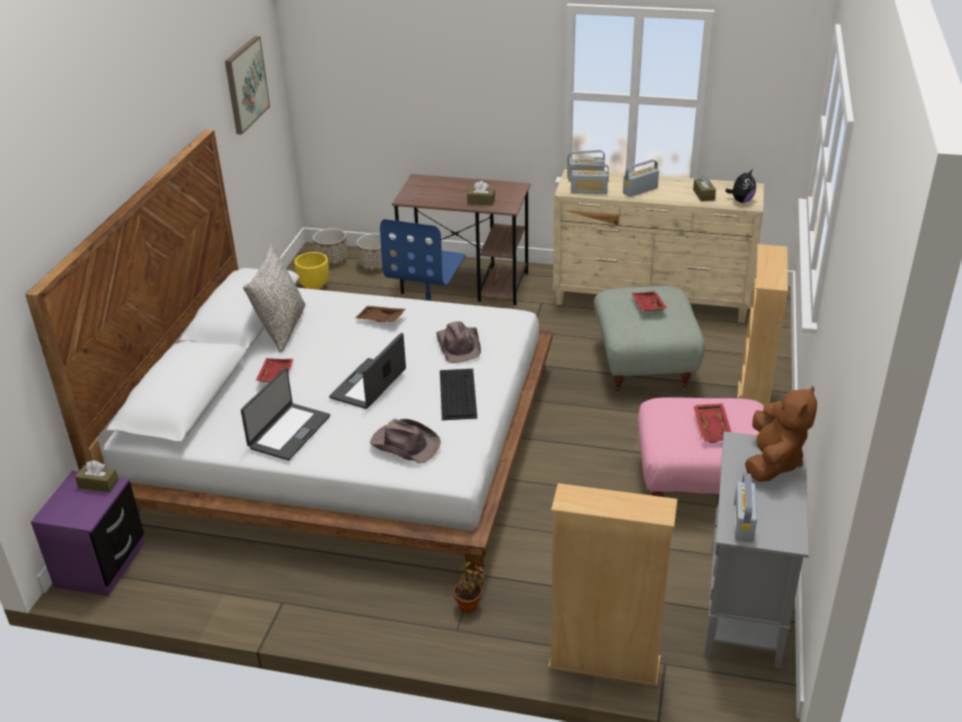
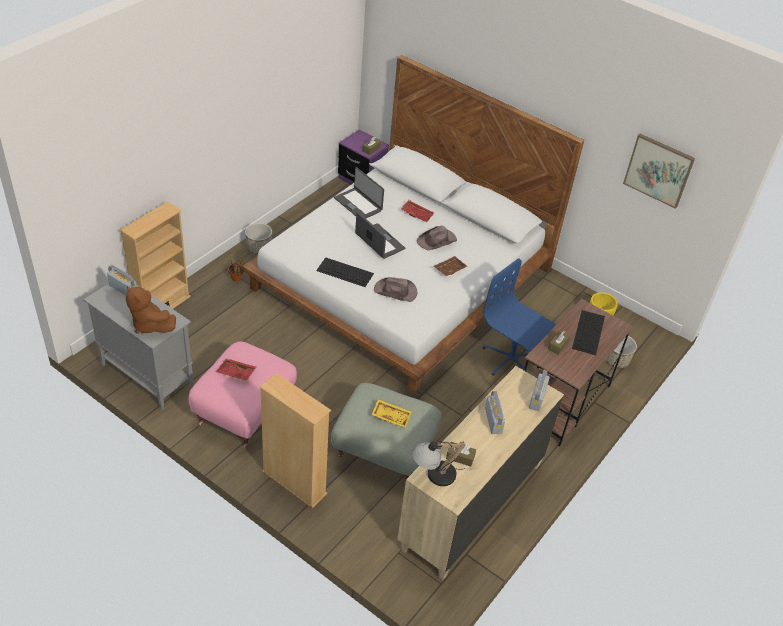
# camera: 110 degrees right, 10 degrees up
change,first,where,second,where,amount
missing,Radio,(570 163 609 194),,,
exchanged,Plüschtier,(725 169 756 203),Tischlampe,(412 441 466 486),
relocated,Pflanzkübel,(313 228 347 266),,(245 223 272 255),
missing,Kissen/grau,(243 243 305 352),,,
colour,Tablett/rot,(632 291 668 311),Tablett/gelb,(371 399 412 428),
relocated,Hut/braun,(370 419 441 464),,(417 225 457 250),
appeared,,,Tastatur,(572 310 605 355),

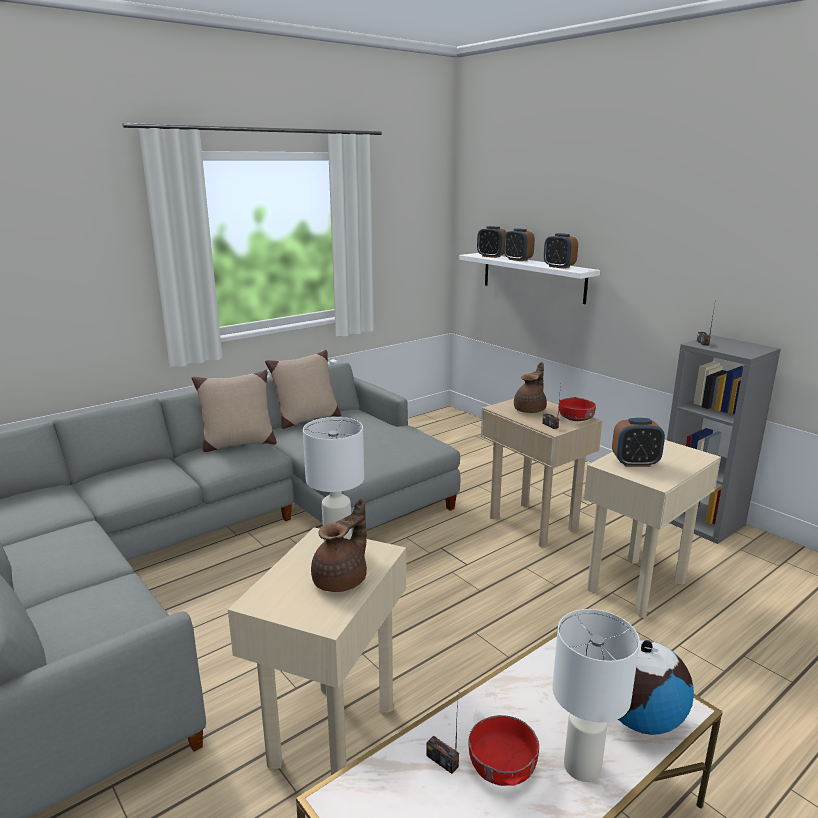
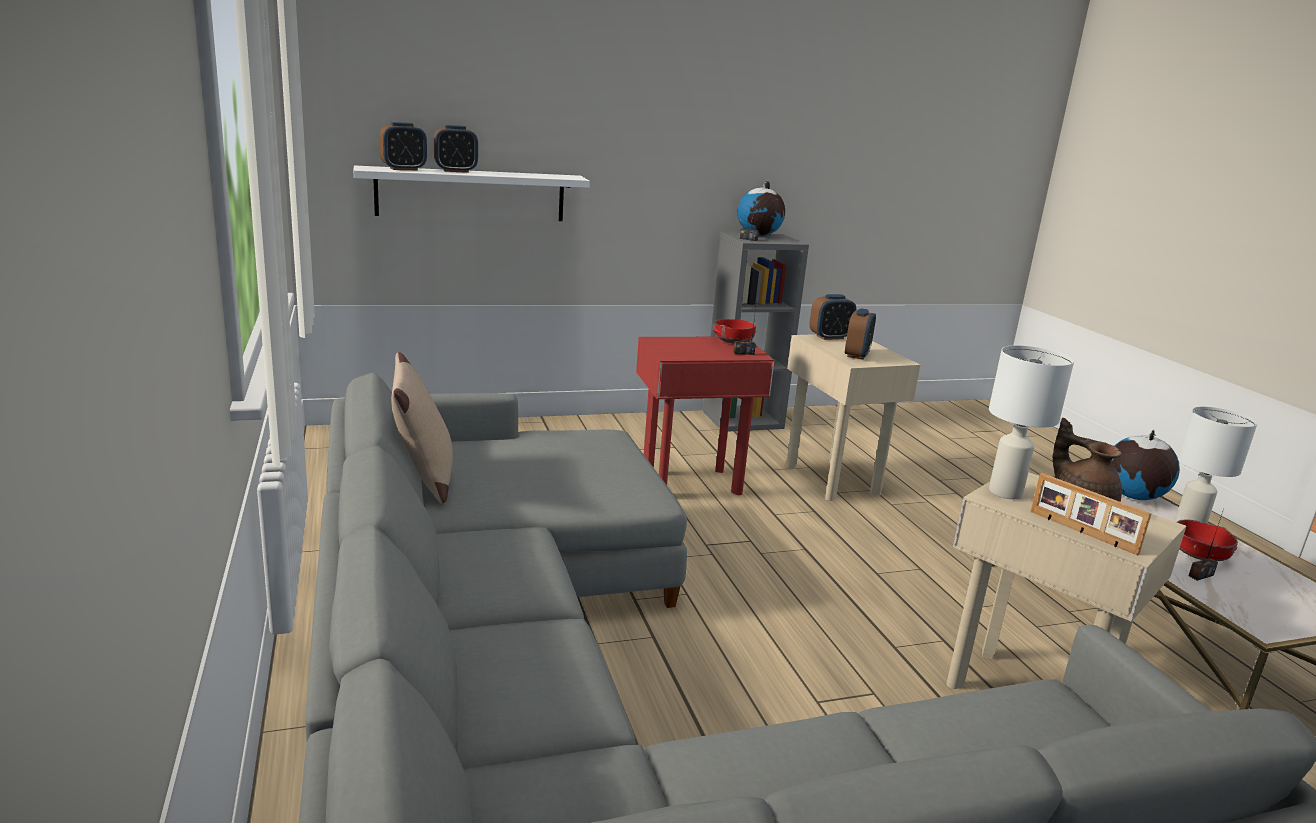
# camera: 70 degrees left, 0 degrees up
change,first,where,second,where,amount
relocated,Wecker,(544 233 578 269),,(809 294 857 340),
missing,Teekanne/braun,(514 362 547 413),,,
missing,Kissen/beige,(192 370 277 452),,,
colour,Beistelltisch/beige,(481 399 602 547),Beistelltisch/rot,(636 337 775 495),
appeared,,,Globus,(738 181 785 236),
appeared,,,Bilderrahmen,(1030 473 1151 555),

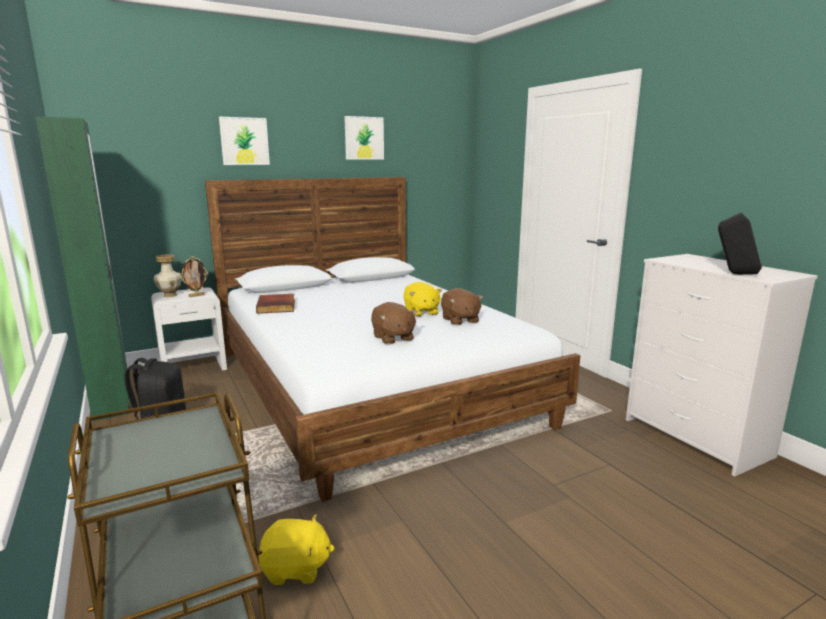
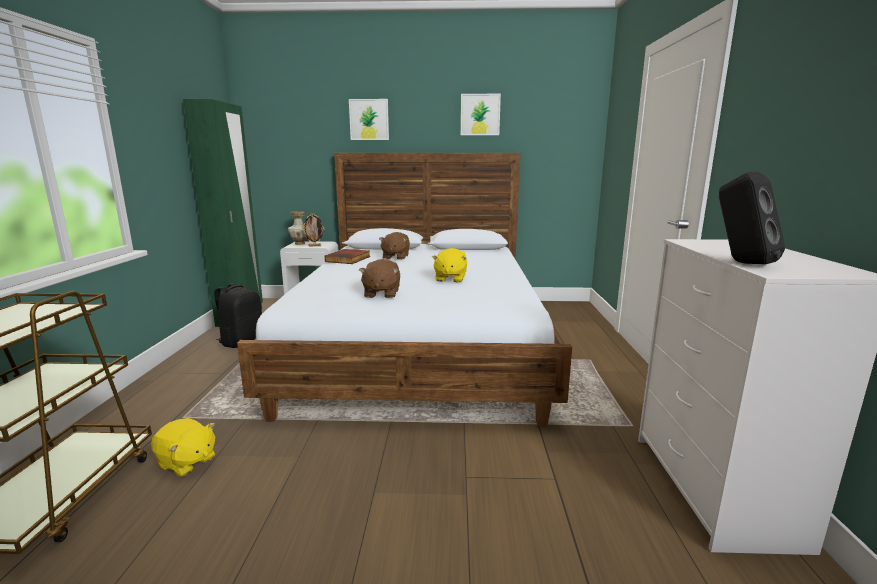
# camera: 30 degrees right, 0 degrees up
change,first,where,second,where,amount
relocated,Plüschtier/braun,(441 288 483 325),,(379 232 410 260),

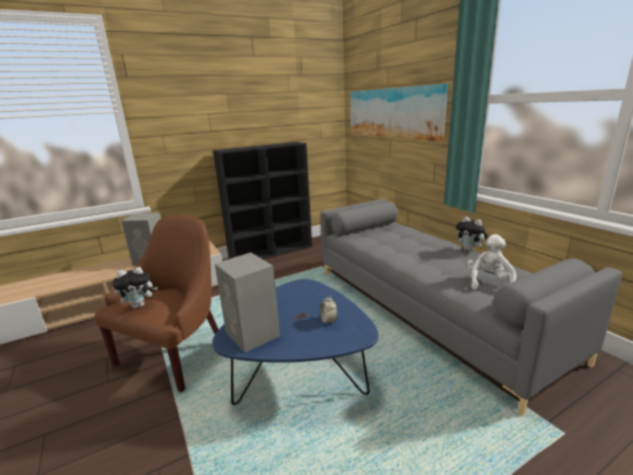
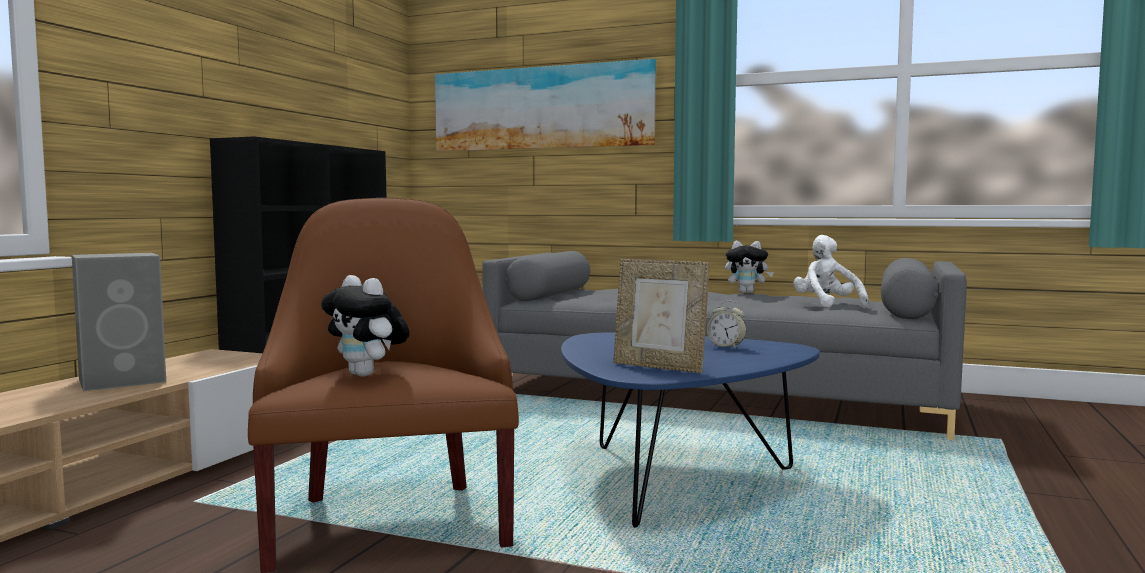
# camera: 40 degrees left, 15 degrees down
change,first,where,second,where,amount
exchanged,Lautsprecher/grau,(215 253 280 353),Bilderrahmen,(613 259 710 373),
spun,Plüschtier,(112 267 158 308),,(321 275 410 377),105 degrees clockwise

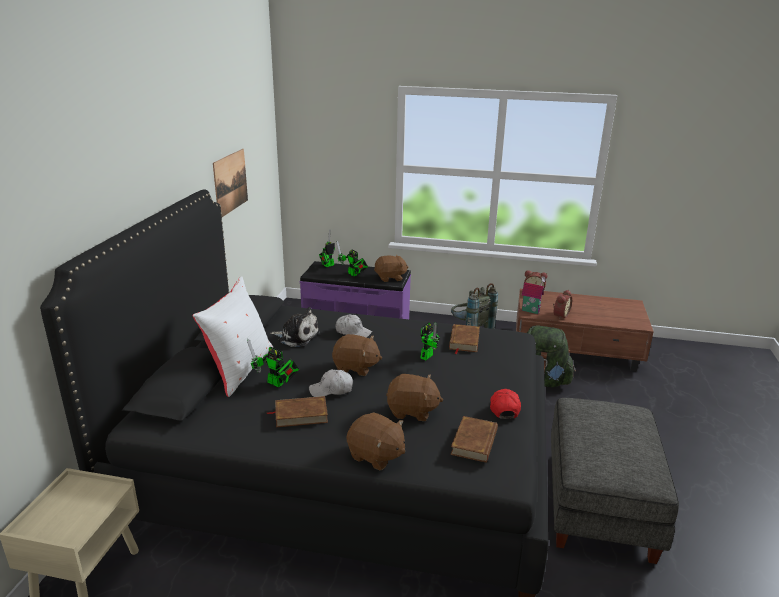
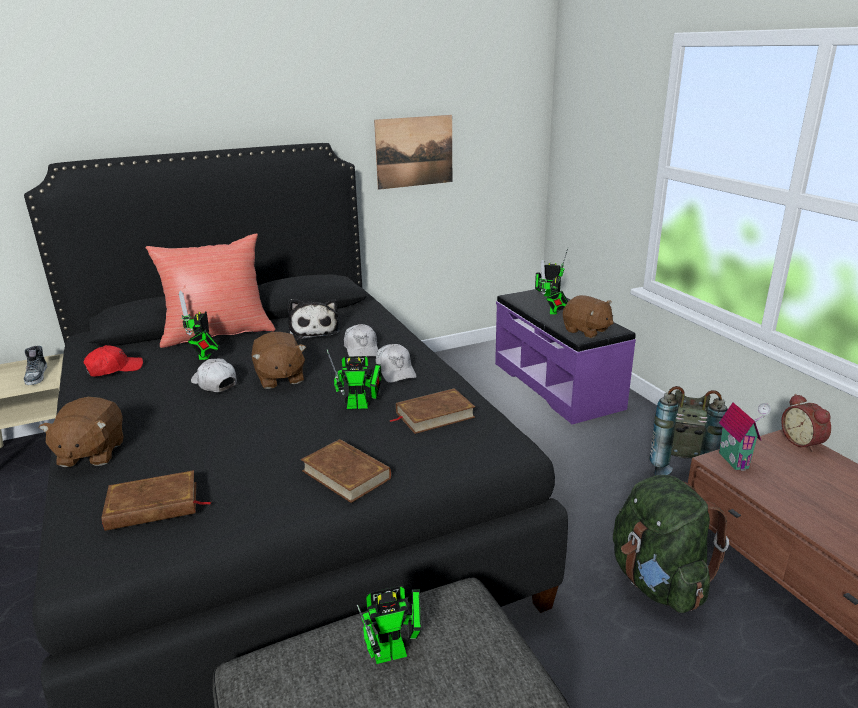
# camera: 55 degrees right, 0 degrees up
change,first,where,second,where,amount
colour,Kissen/weiß,(192 276 274 397),Kissen/rot,(145 233 275 348),
missing,Wecker,(553 290 572 320),,,
missing,Plüschtier/braun,(386 374 443 421),,,
relocated,Kappe/rot,(490 389 521 419),,(83 345 143 377),
relocated,Buch/braun,(267 396 328 427),,(301 439 391 503),
appeared,,,Kappe/weiß,(376 344 417 383),
appeared,,,Schuh,(24 346 47 385),
appeared,,,Spielzeugroboter,(357 586 422 664),

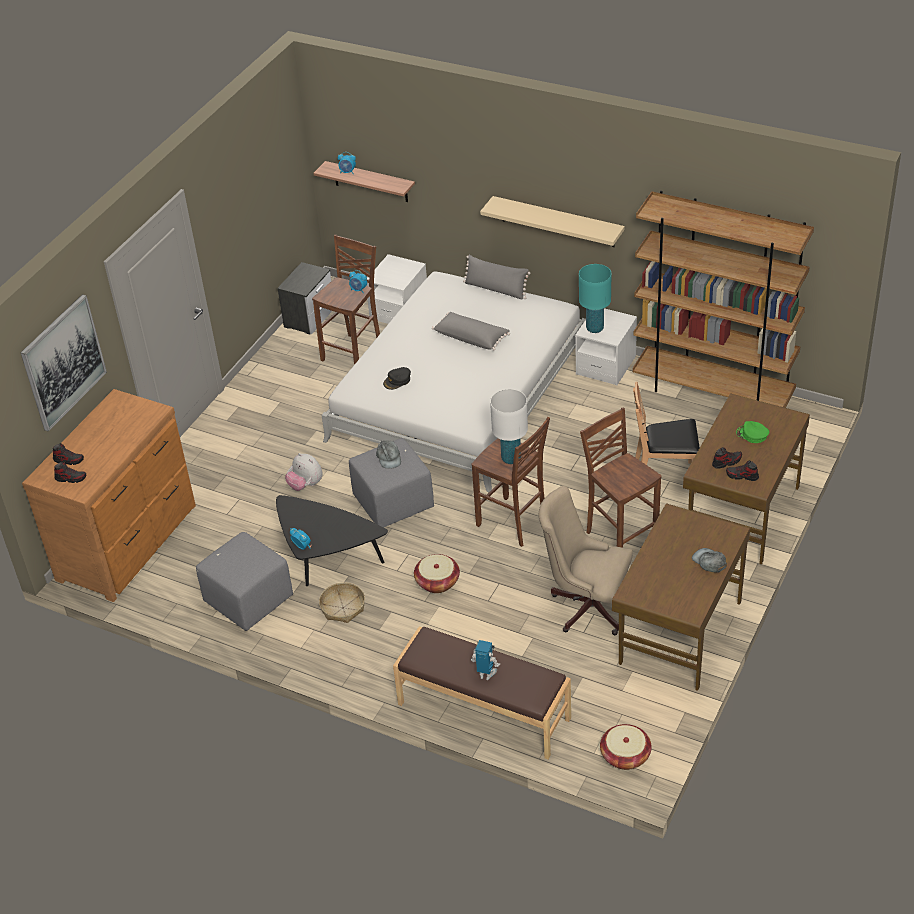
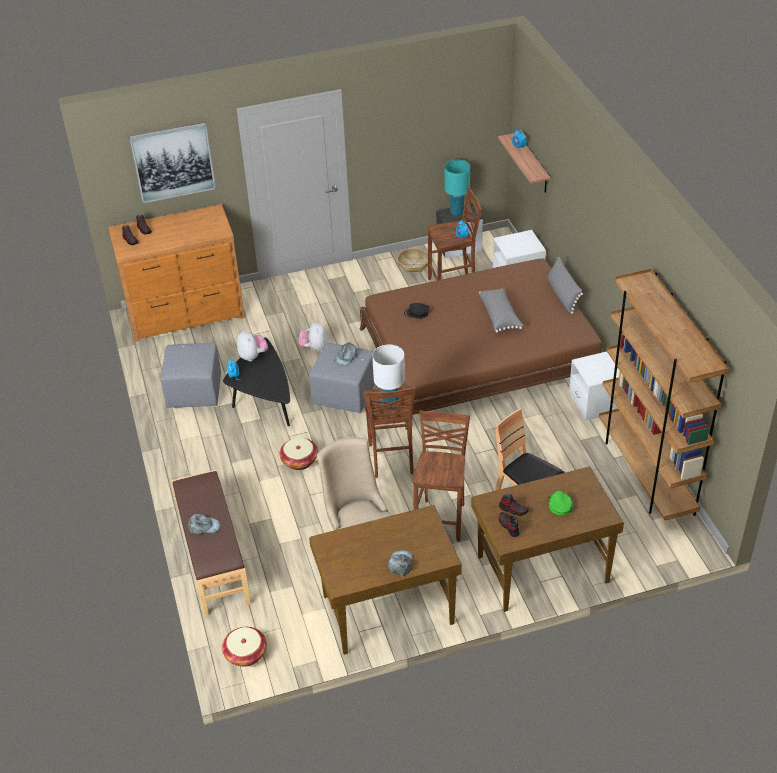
# camera: 45 degrees right, 0 degrees up
change,first,where,second,where,amount
missing,Wandregal/beige,(480 196 625 247),,,
relocated,Tischlampe/türkis,(579 264 612 333),,(444 160 470 216),
colour,Bett/weiß,(322 271 586 492),Bett/braun,(360 258 602 430),
relocated,Korb,(319 582 365 623),,(398 248 428 273),
exchanged,Spielzeugroboter,(471 640 500 680),Kappe/grau,(188 514 220 534),
appeared,,,Plüschtier,(237 331 268 361),

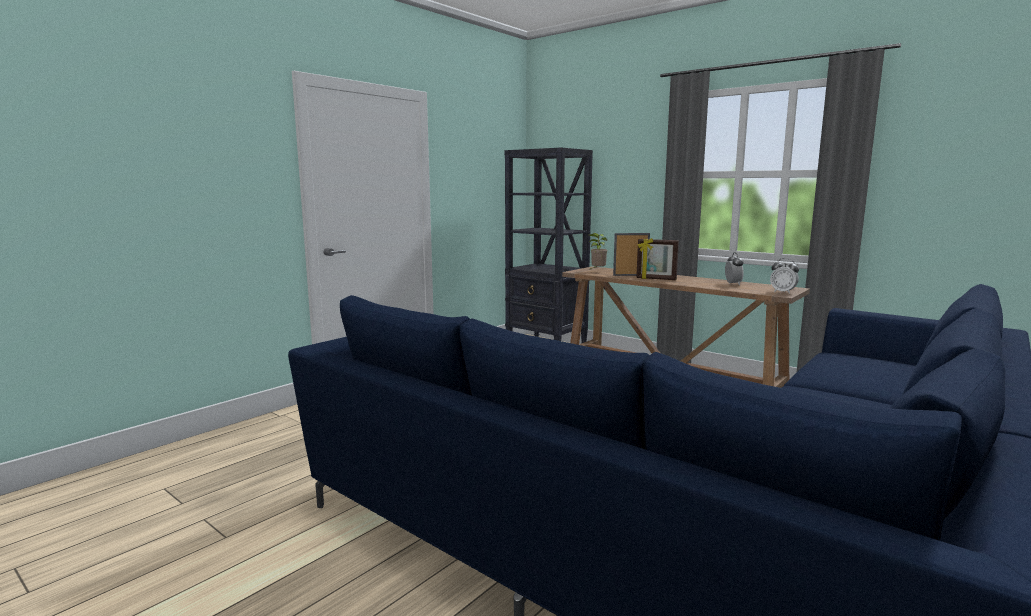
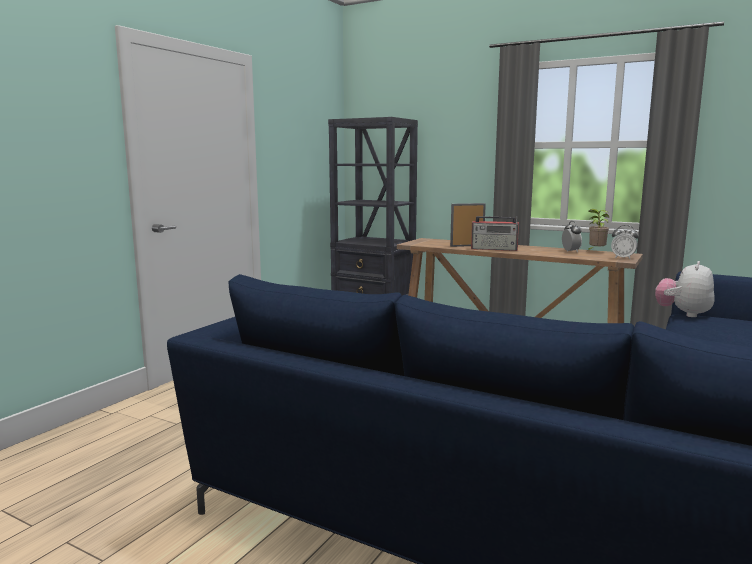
# camera: 10 degrees left, 0 degrees up
change,first,where,second,where,amount
relocated,Topfpflanze,(588 233 607 270),,(587 209 609 251),
exchanged,Bilderrahmen,(636 238 679 280),Radio,(471 216 519 251),
appeared,,,Plüschtier,(655 261 715 317),

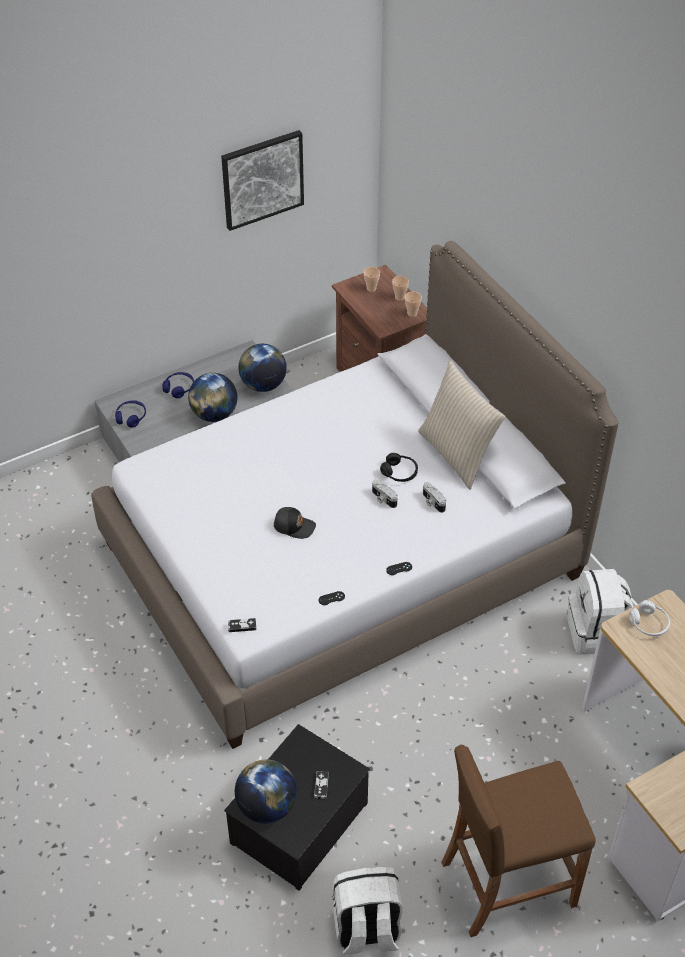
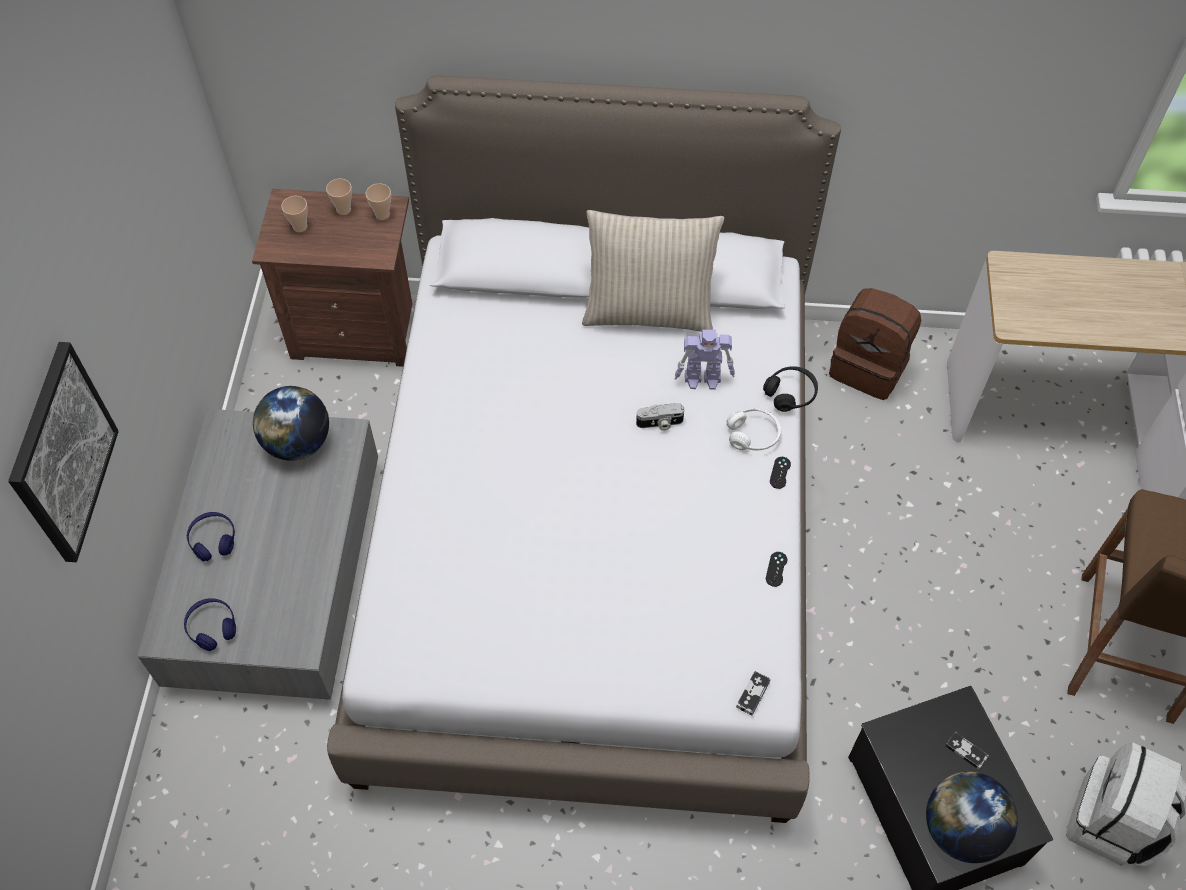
# camera: 55 degrees left, 10 degrees up
change,first,where,second,where,amount
relocated,Bild,(221 130 304 231),,(8 342 119 562),
missing,Globus,(188 373 237 422),,,
relocated,Kopfhörer/schwarz,(380 453 418 482),,(763 366 818 412),
exchanged,Kamera,(423 482 446 513),Spielzeugroboter,(675 329 735 390),
missing,Kappe/schwarz,(274 507 316 539),,,
colour,Rucksack/weiß,(567 569 634 655),Rucksack/braun,(829 288 921 400),
relocated,Kopfhörer/weiß,(629 600 670 636),,(727 408 781 450),

